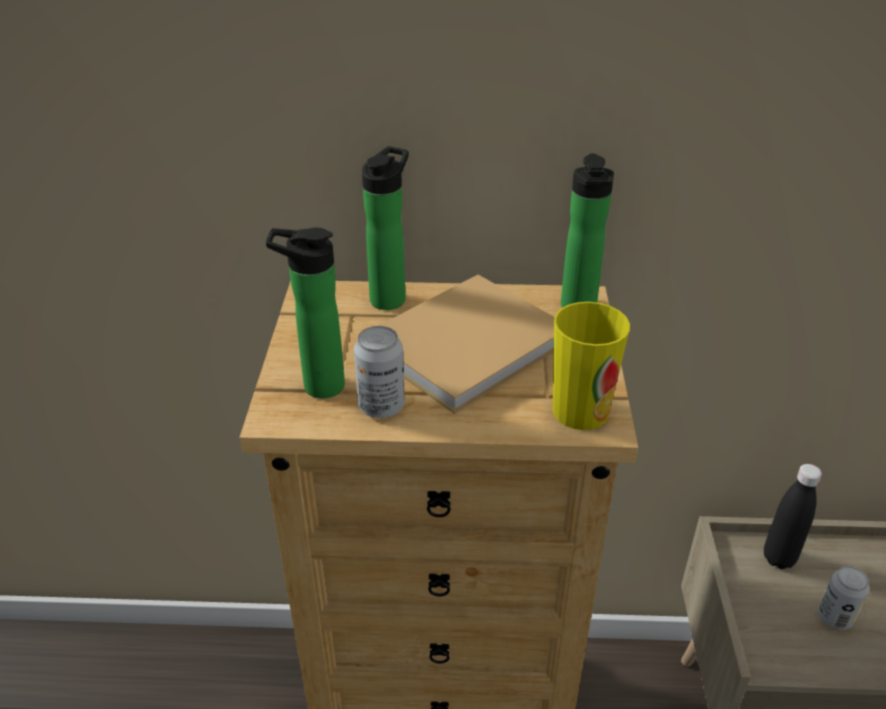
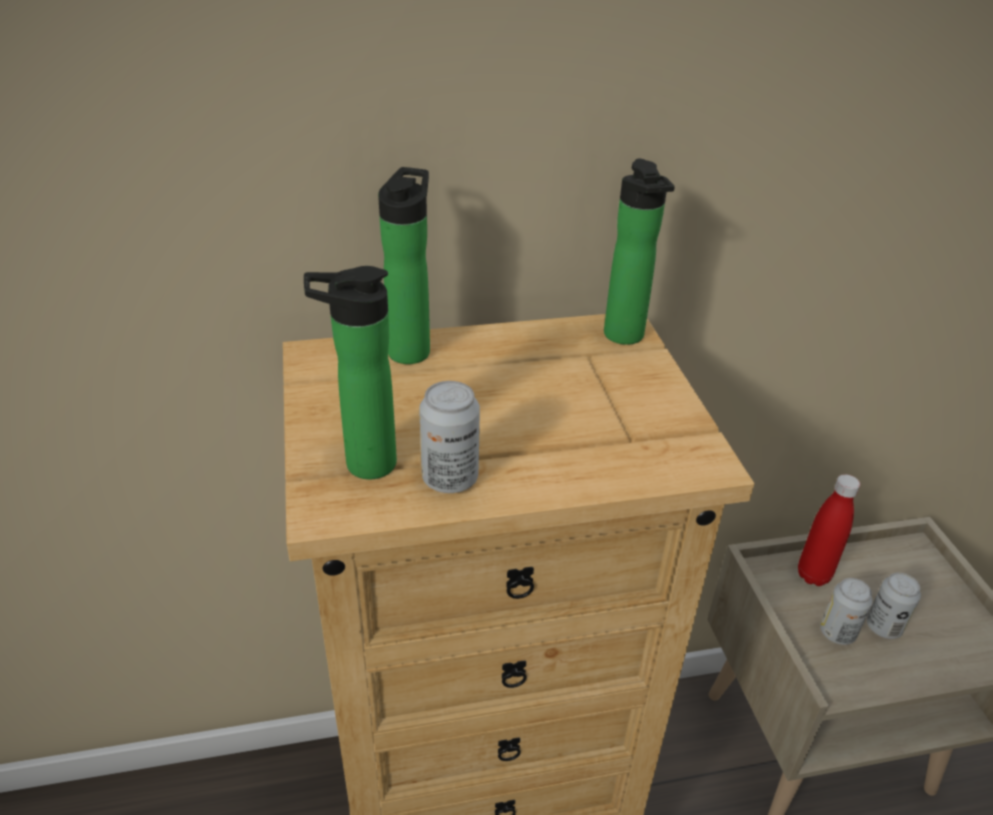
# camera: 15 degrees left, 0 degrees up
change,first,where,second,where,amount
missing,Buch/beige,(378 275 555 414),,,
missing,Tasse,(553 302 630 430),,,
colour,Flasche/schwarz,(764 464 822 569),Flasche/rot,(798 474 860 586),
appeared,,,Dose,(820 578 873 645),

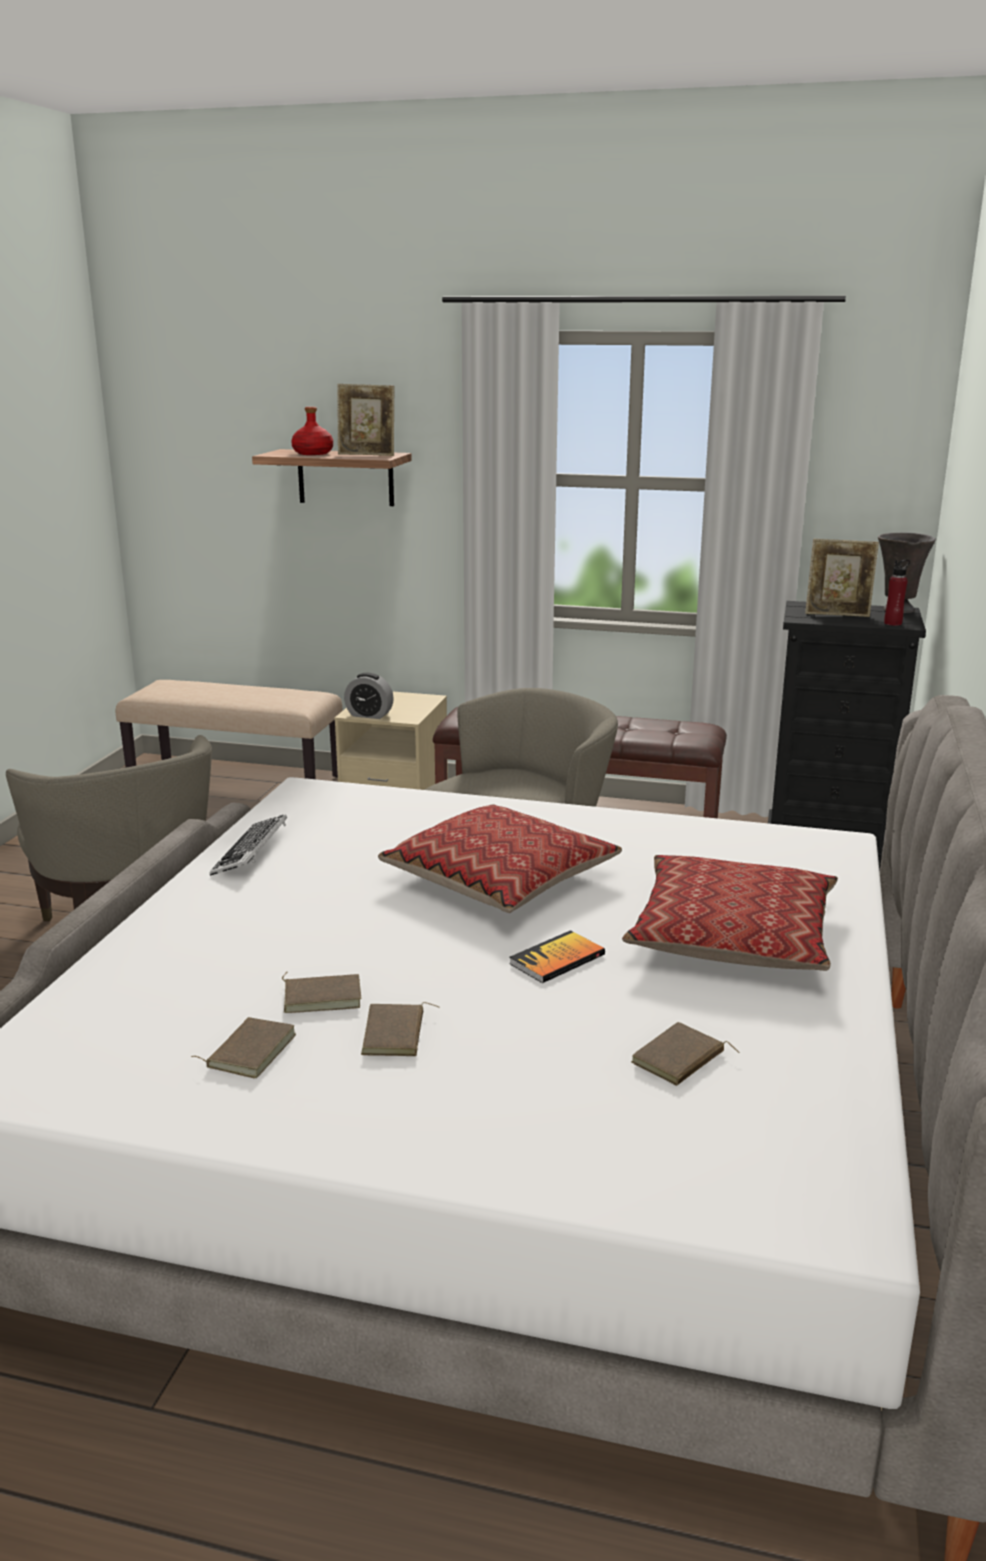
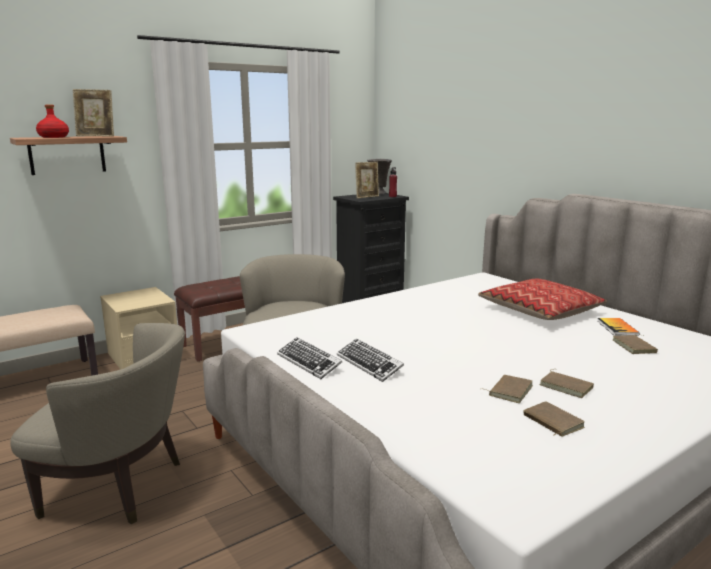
# camera: 50 degrees left, 5 degrees down
change,first,where,second,where,amount
spun,Bilderrahmen,(337 384 395 456),,(73 89 114 137),45 degrees clockwise
missing,Wecker,(344 673 394 719),,,
missing,Kissen,(378 804 622 913),,,
relocated,Buch,(509 930 605 983),,(597 318 640 336),
appeared,,,Tastatur,(337 339 404 382),

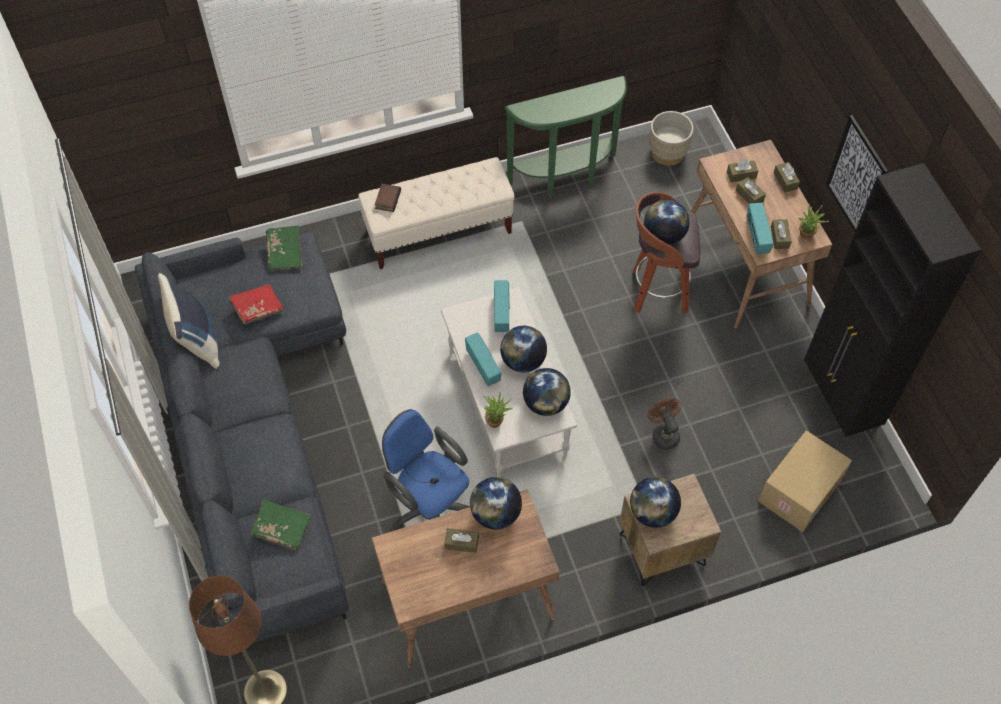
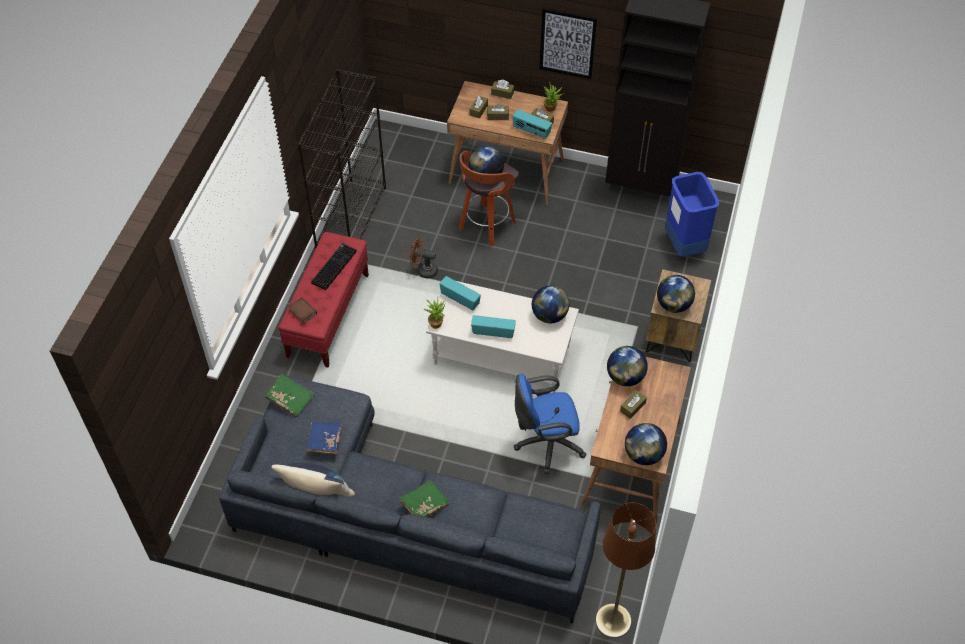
# camera: 55 degrees left, 5 degrees down
change,first,where,second,where,amount
exchanged,Konsolentisch/grün,(505 76 627 197),Bücherregal/schwarz,(298 69 386 249),
missing,Pflanzkübel/beige,(649 111 694 166),,,
colour,Bank/beige,(358 157 515 269),Bank/rot,(278 232 369 367),
colour,Buch/rot,(228 284 283 325),Buch/blau,(306 422 342 454),
relocated,Globus,(500 326 547 372),,(625 423 667 465),
relocated,Topfpflanze,(483 392 512 428),,(424 297 445 329),
relocated,Ventilator/braun,(647 398 682 450),,(409 238 438 279),
exchanged,Karton,(758 430 852 532),Mülleimer/blau,(665 172 719 257),
relocated,Buch/grün,(251 499 311 551),,(399 481 449 517),
appeared,,,Tastatur,(311 243 357 290),

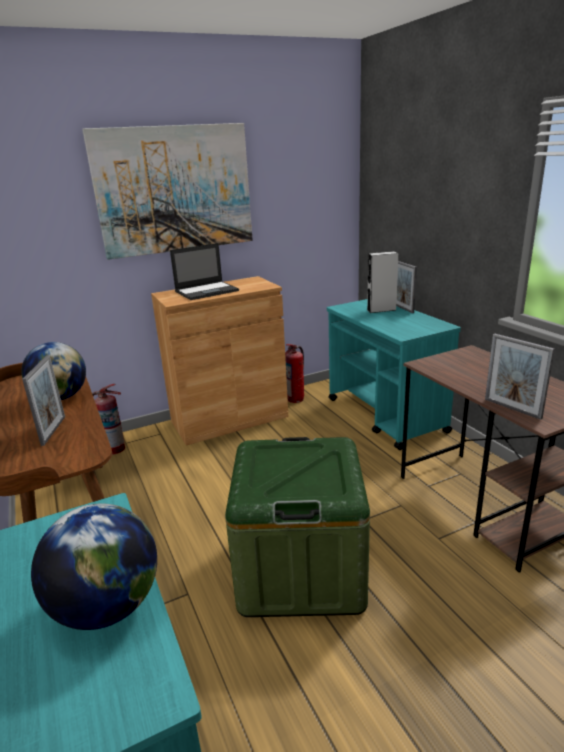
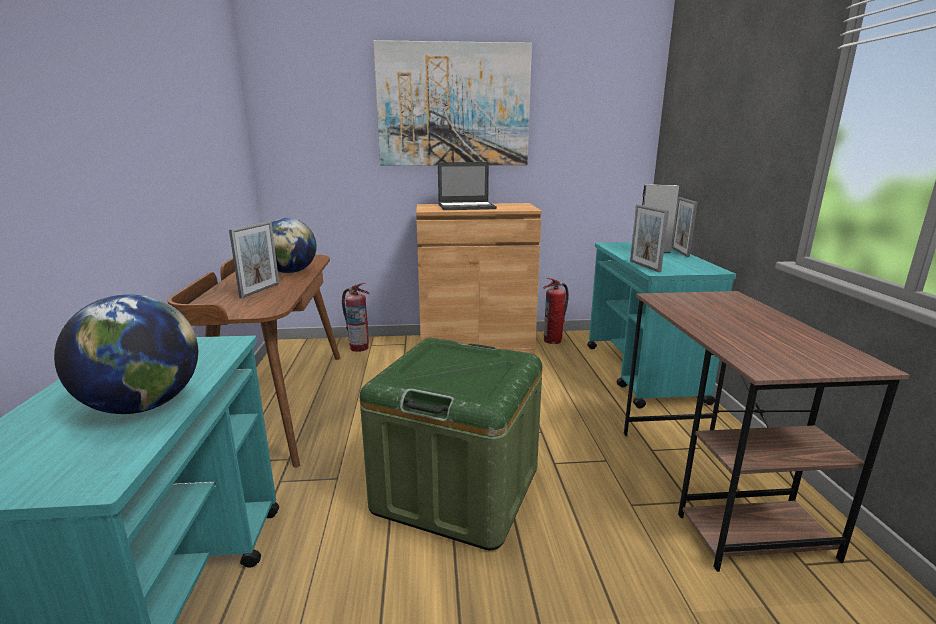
# camera: 20 degrees right, 5 degrees down
change,first,where,second,where,amount
relocated,Bilderrahmen,(485 334 555 420),,(630 204 669 272),

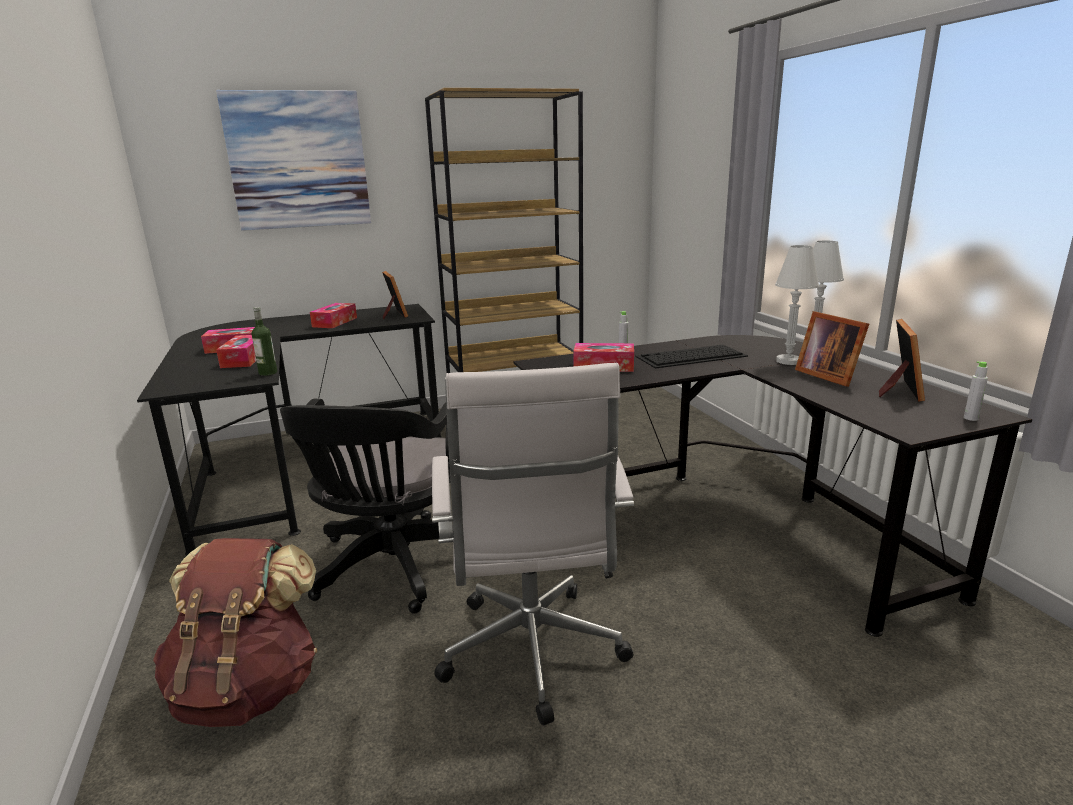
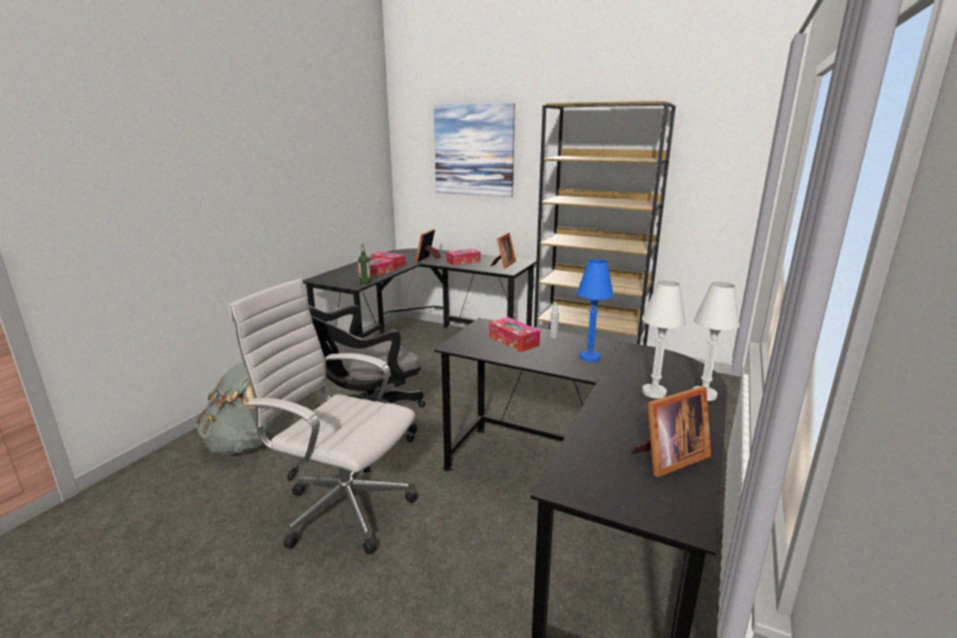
# camera: 45 degrees right, 0 degrees up
change,first,where,second,where,amount
relocated,Bilderrahmen,(795 311 869 387),,(415 229 442 263),
exchanged,Tastatur,(636 345 748 369),Tischlampe/blau,(577 259 614 362),
missing,Flasche/grau,(964 361 988 421),,,
spun,Bürostuhl/weiß,(432 363 634 725),,(229 279 418 555),75 degrees clockwise
colour,Rucksack/braun,(153 538 317 727),Rucksack/grau,(196 362 273 455),

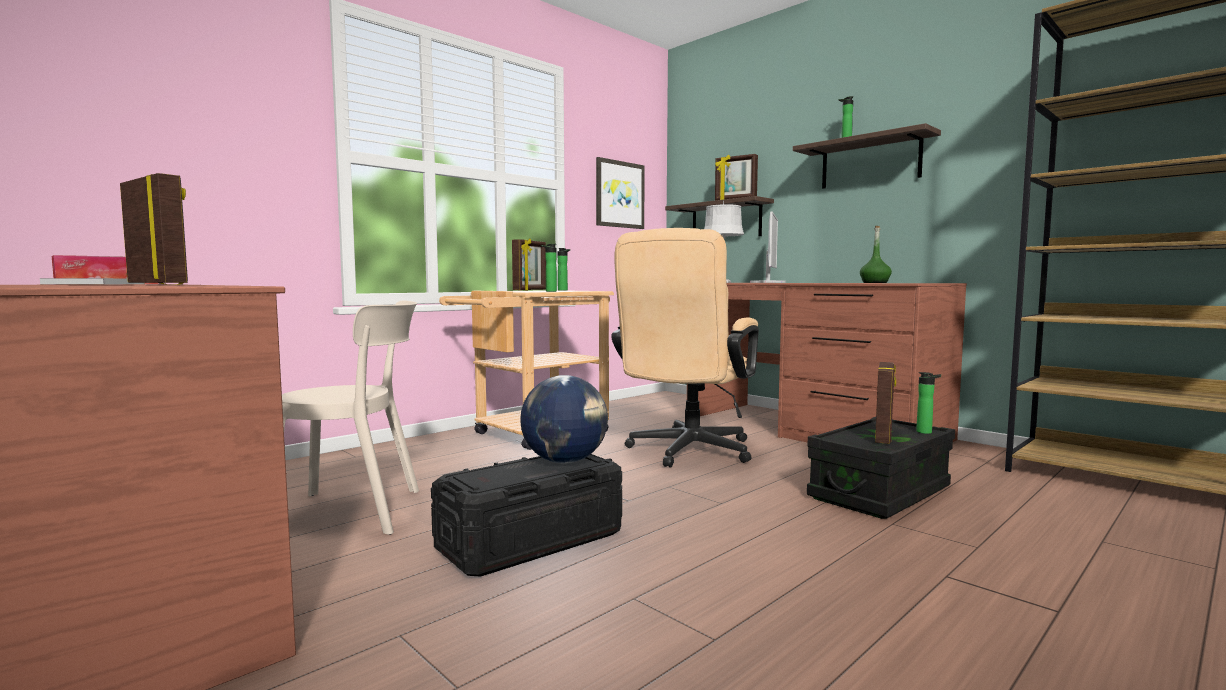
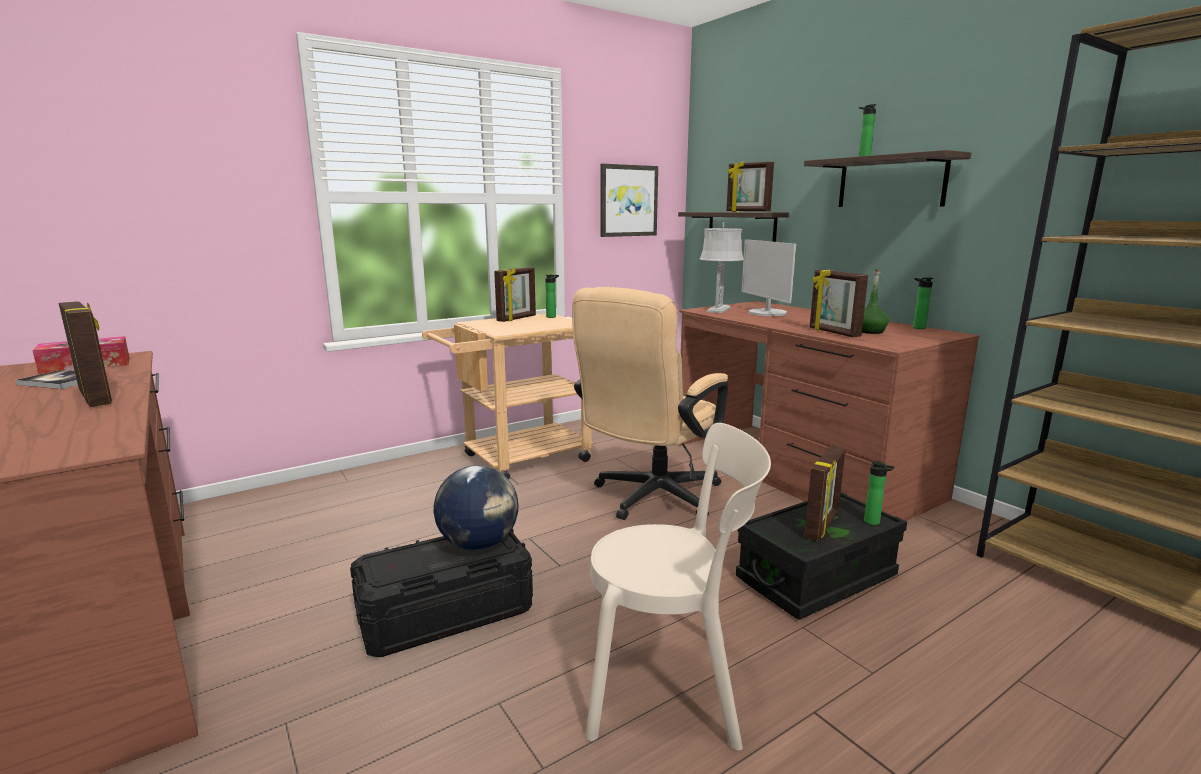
# camera: 10 degrees right, 10 degrees up
change,first,where,second,where,amount
spun,Monitor,(750 211 786 283),,(742 239 796 316),135 degrees clockwise
relocated,Flasche,(541 244 557 292),,(913 277 933 329),
relocated,Stuhl/beige,(282 301 419 535),,(585 423 771 751),
appeared,,,Bilderrahmen,(810 269 868 337),

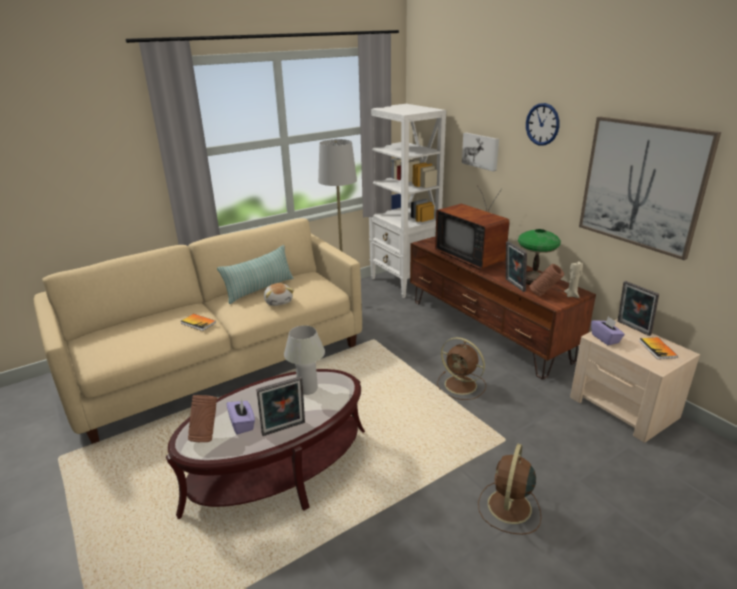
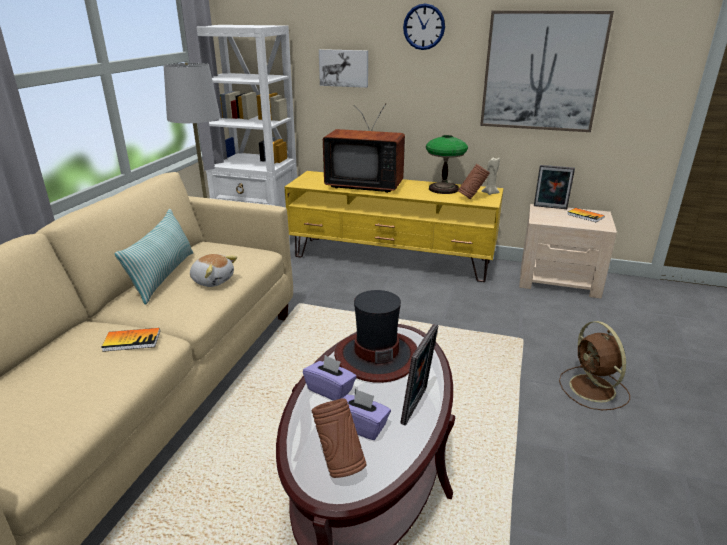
# camera: 40 degrees left, 0 degrees up
change,first,where,second,where,amount
colour,Fernsehschrank/braun,(410 237 596 380),Fernsehschrank/gelb,(285 171 504 282),
missing,Bilderrahmen,(506 241 527 292),,,
relocated,Taschentuchbox/lila,(591 316 625 345),,(303 355 357 401),
exchanged,Tischlampe/weiß,(284 325 325 395),Hut,(334 290 418 383),
missing,Ventilator/braun,(437 337 486 400),,,

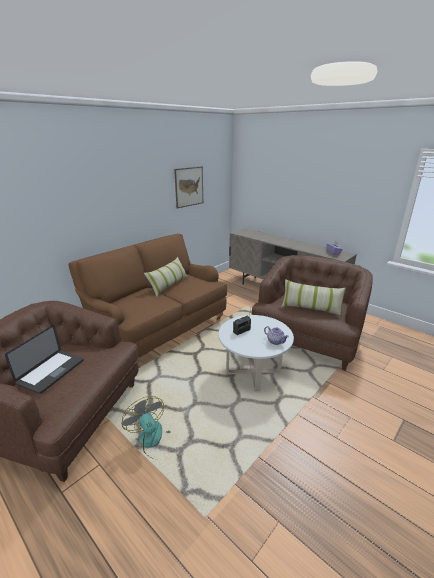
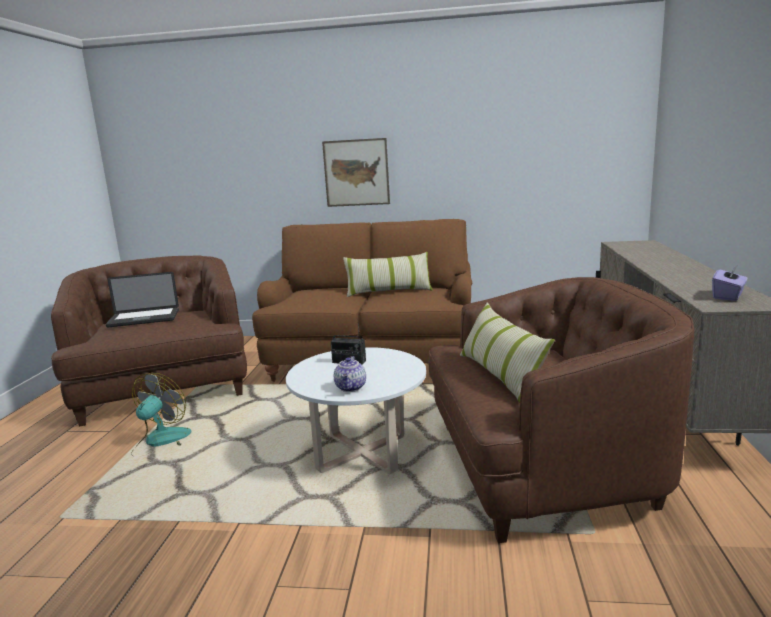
# camera: 55 degrees right, 10 degrees down
change,first,where,second,where,amount
relocated,Bild,(174 166 203 208),,(322 138 390 207),

